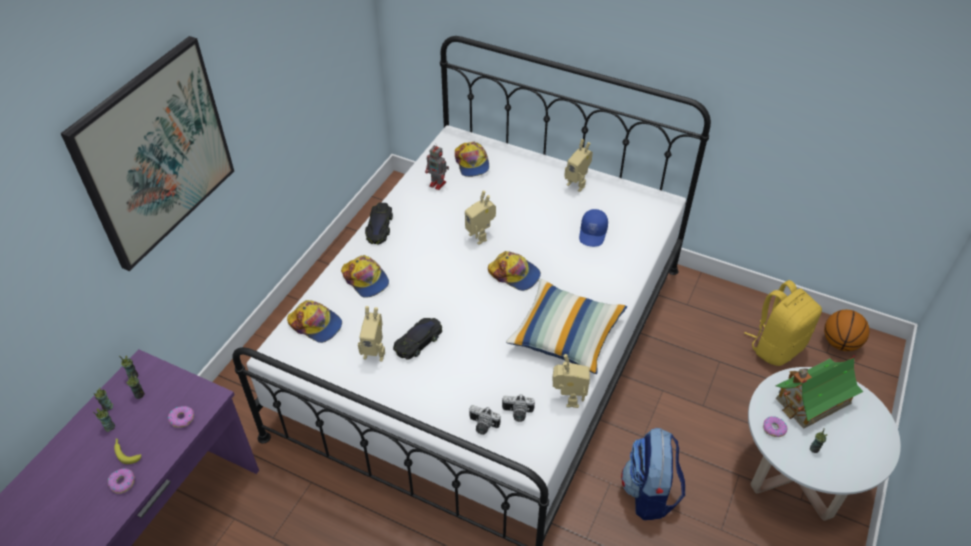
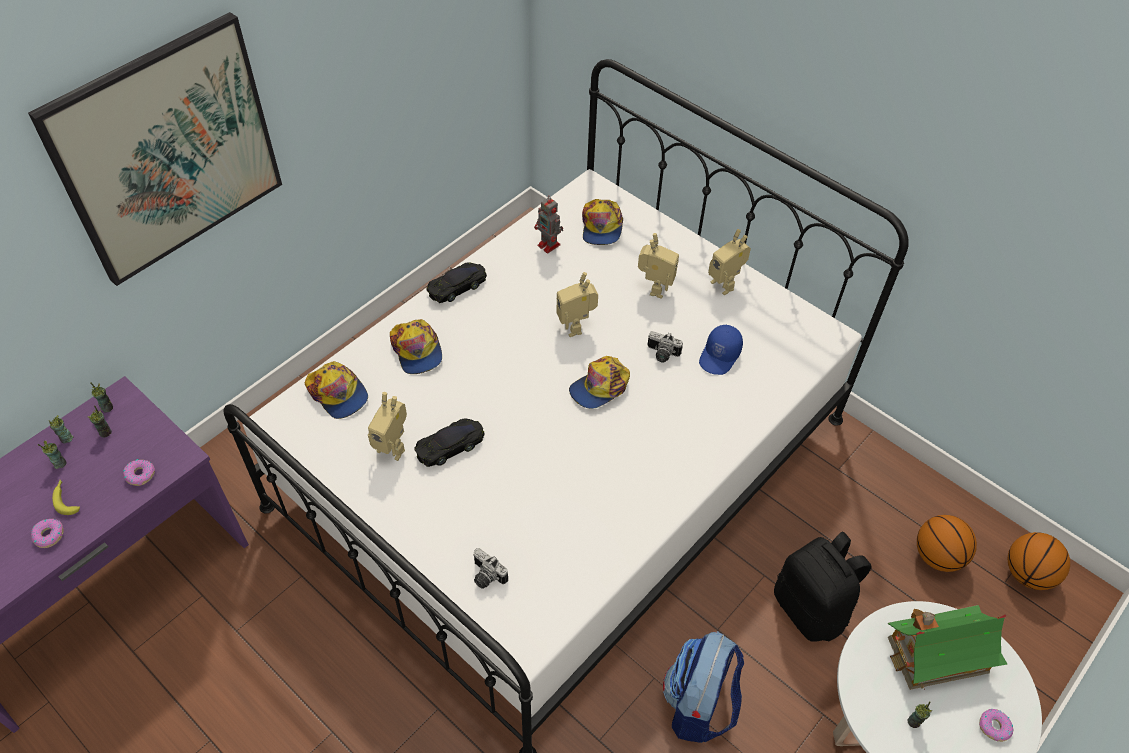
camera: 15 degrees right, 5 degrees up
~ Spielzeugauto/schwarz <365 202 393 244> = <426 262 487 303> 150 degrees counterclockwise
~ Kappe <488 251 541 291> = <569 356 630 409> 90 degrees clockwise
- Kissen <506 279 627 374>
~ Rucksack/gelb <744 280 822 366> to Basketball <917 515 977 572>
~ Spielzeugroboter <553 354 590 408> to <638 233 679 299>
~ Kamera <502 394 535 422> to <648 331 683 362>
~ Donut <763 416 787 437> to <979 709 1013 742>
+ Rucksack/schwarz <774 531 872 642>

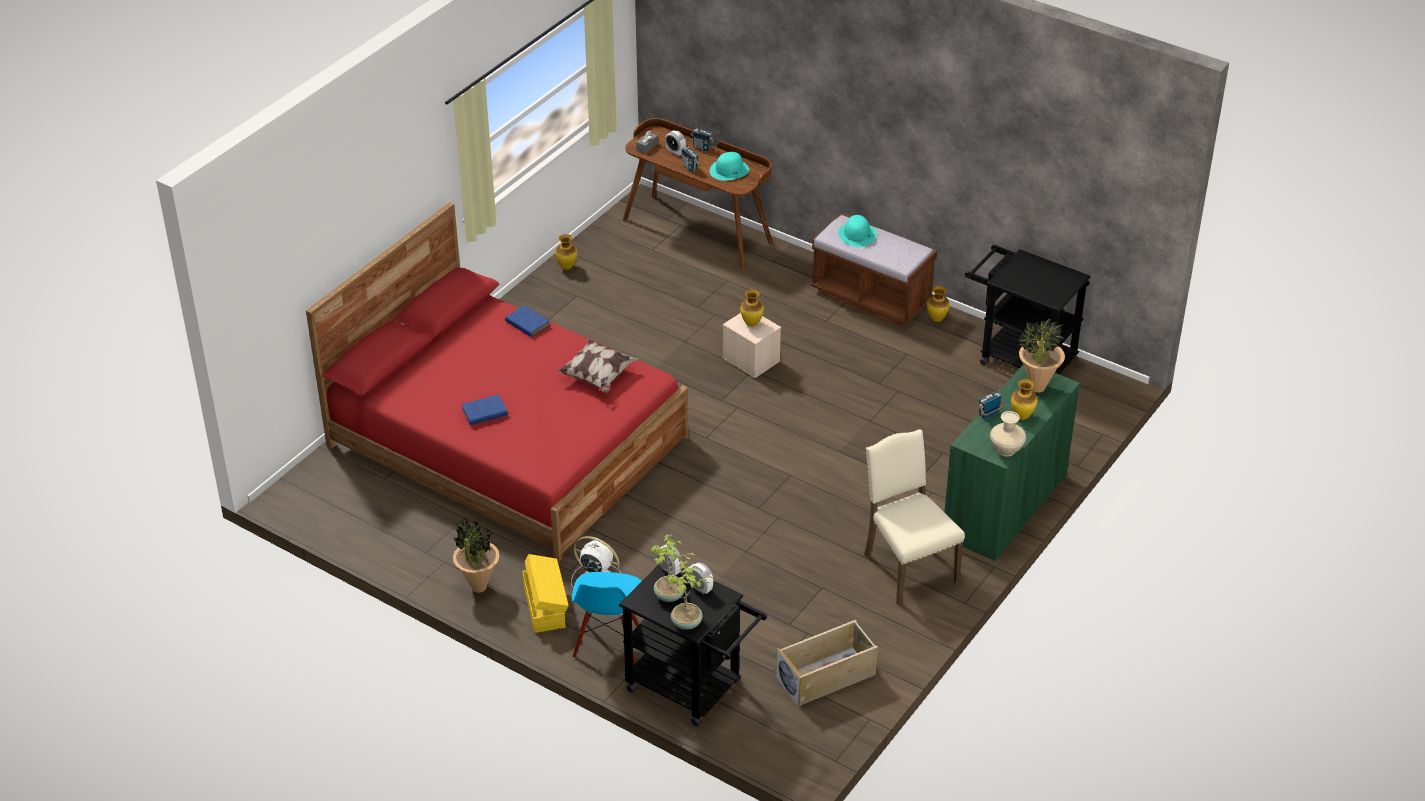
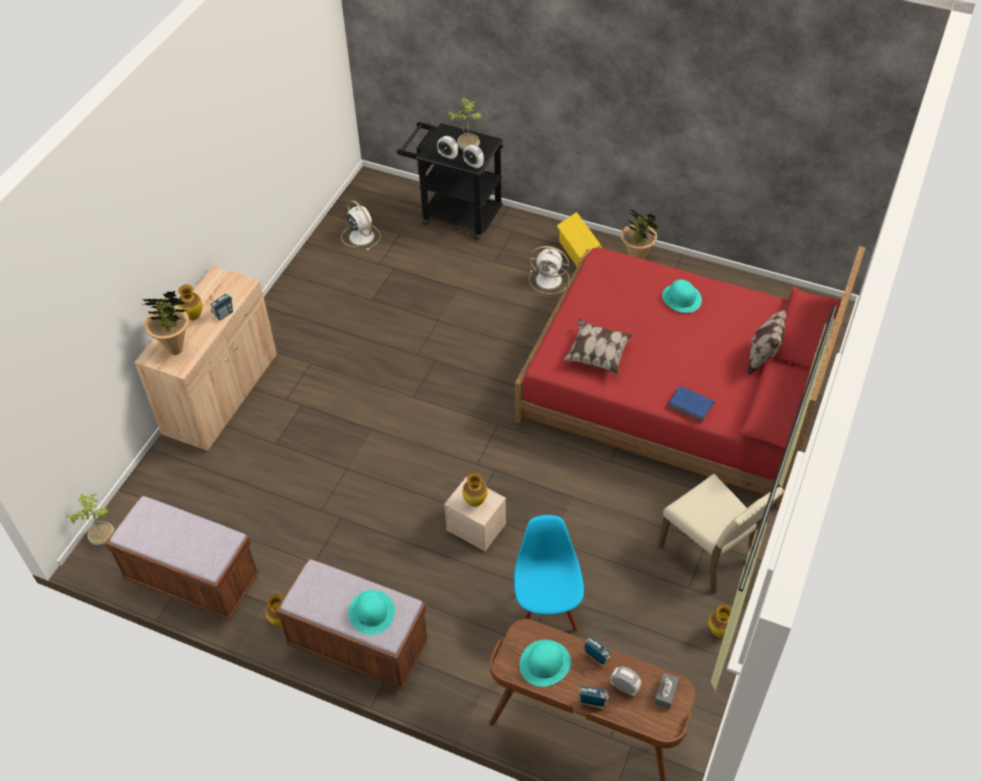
camera: 170 degrees right, 10 degrees up
~ Rollwagen/schwarz <965 245 1091 375> to Bank/braun <105 496 260 620>
~ Schrank/grün <945 364 1080 562> to Schrank/beige <134 266 277 451>
~ Buch/blau <462 394 508 425> to Hut/türkis <662 279 702 313>
- Vase/beige <990 411 1026 456>
~ Stuhl/beige <864 429 965 606> to <658 474 784 594>
~ Topfpflanze <665 561 714 630> to <65 493 115 546>
~ Stuhl/blau <572 572 642 665> to <514 515 584 632>
~ Aufbewahrungsbox/beige <776 620 878 708> to Ventilator/weiß <341 200 381 250>
+ Kissen <748 303 788 375>

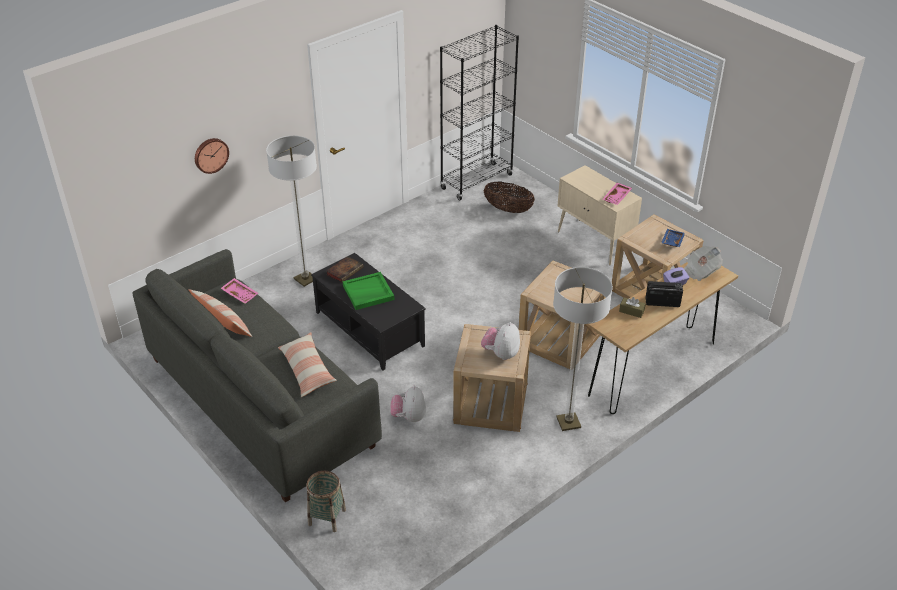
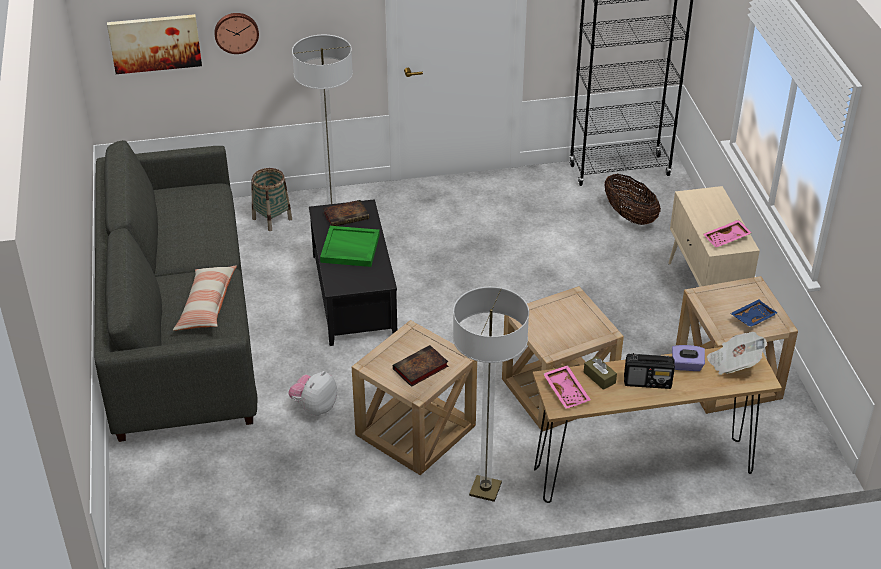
camera: 30 degrees right, 0 degrees up
~ Tablett/rosa <221 278 258 304> to <543 365 591 409>
~ Radio <645 281 683 307> = <624 353 675 389> 150 degrees clockwise
- Kissen <188 289 252 337>
~ Plüschtier <481 322 520 360> to Buch <393 345 448 387>
~ Korb <306 471 346 532> to <252 168 292 231>
+ Bild <107 14 202 74>

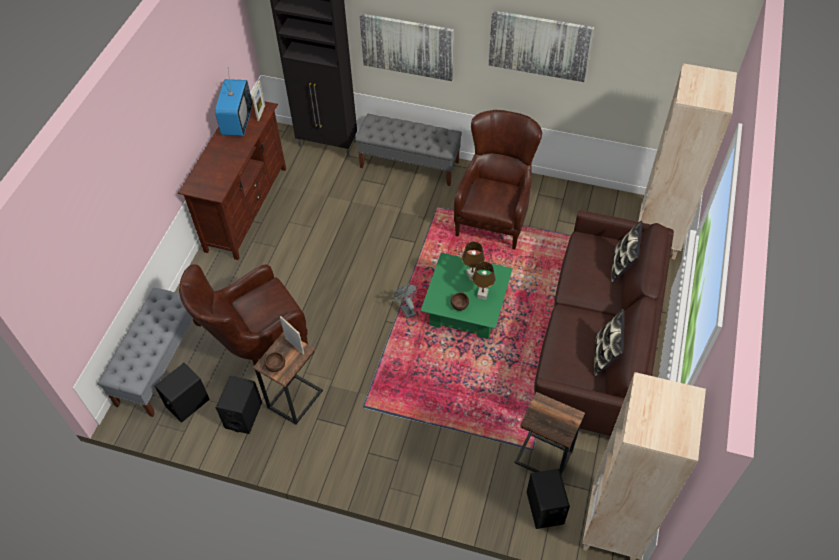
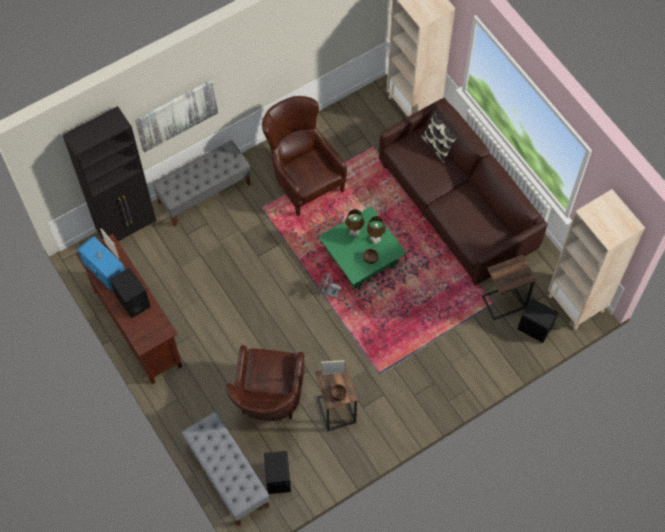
camera: 50 degrees left, 10 degrees up
- Bild <489 10 594 82>
- Kissen <594 309 625 376>
~ Lautsprecher/schwarz <216 376 262 434> to <110 268 150 318>

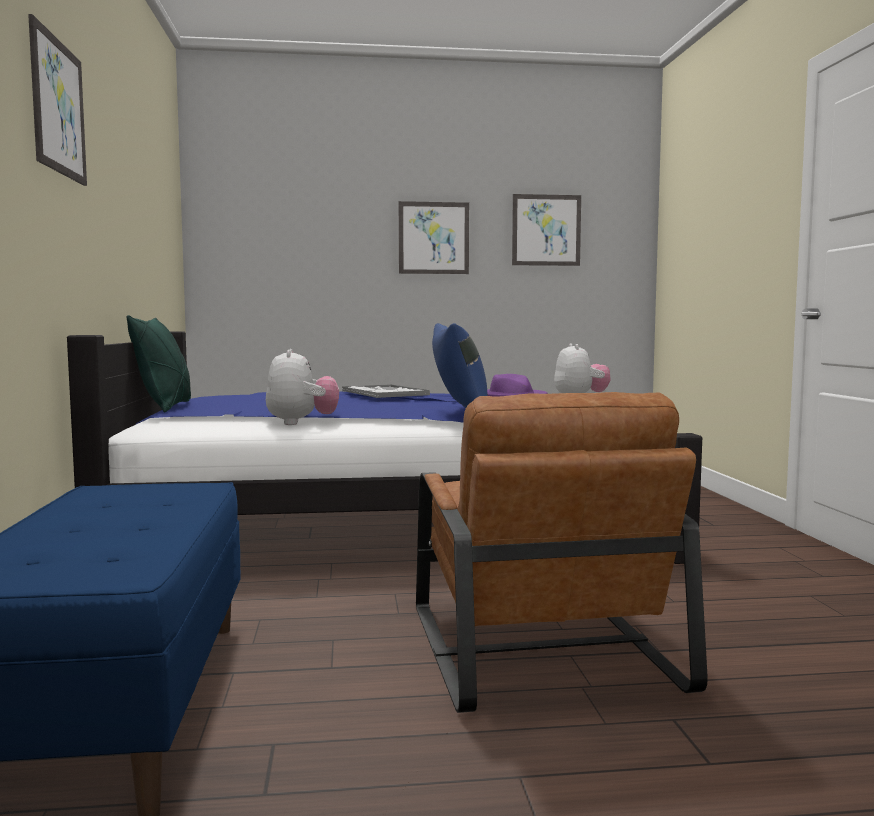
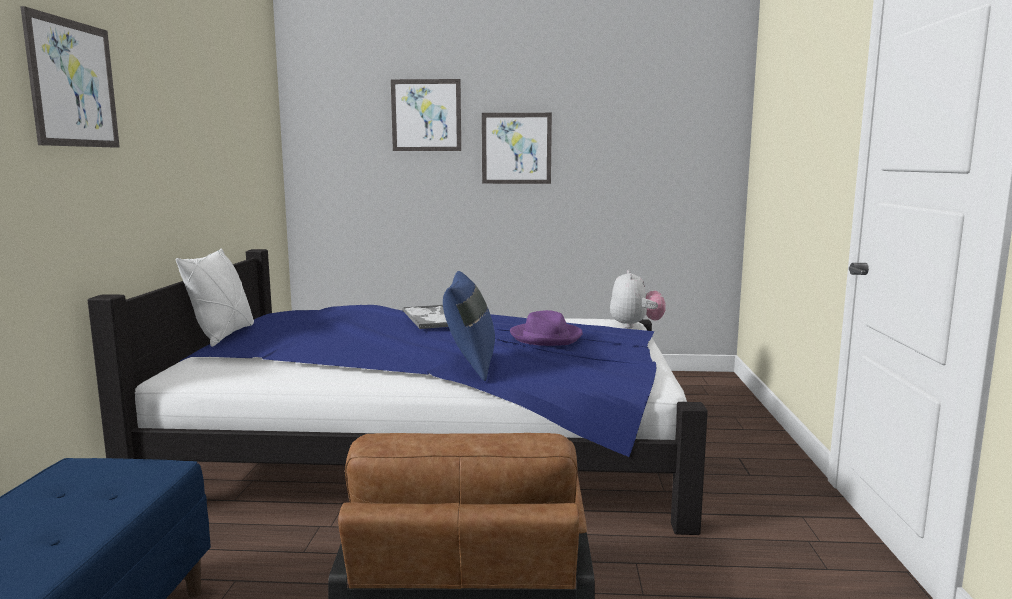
camera: 10 degrees right, 5 degrees up
~ Bild <512 194 581 266> to <391 79 461 151>
~ Kissen/grün <127 315 191 412> to Kissen/weiß <176 248 254 347>
- Plüschtier <266 349 339 425>

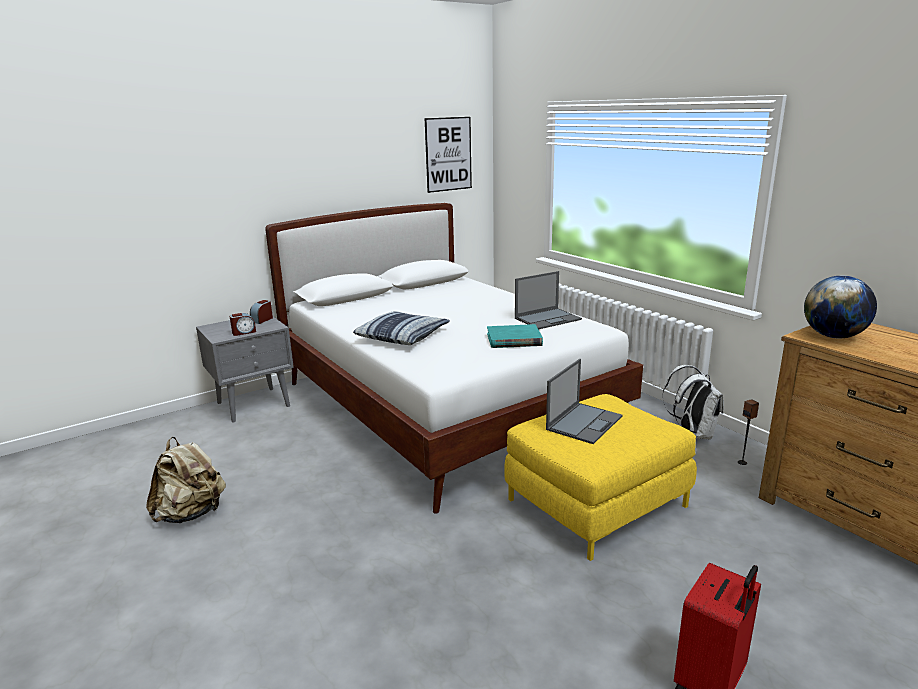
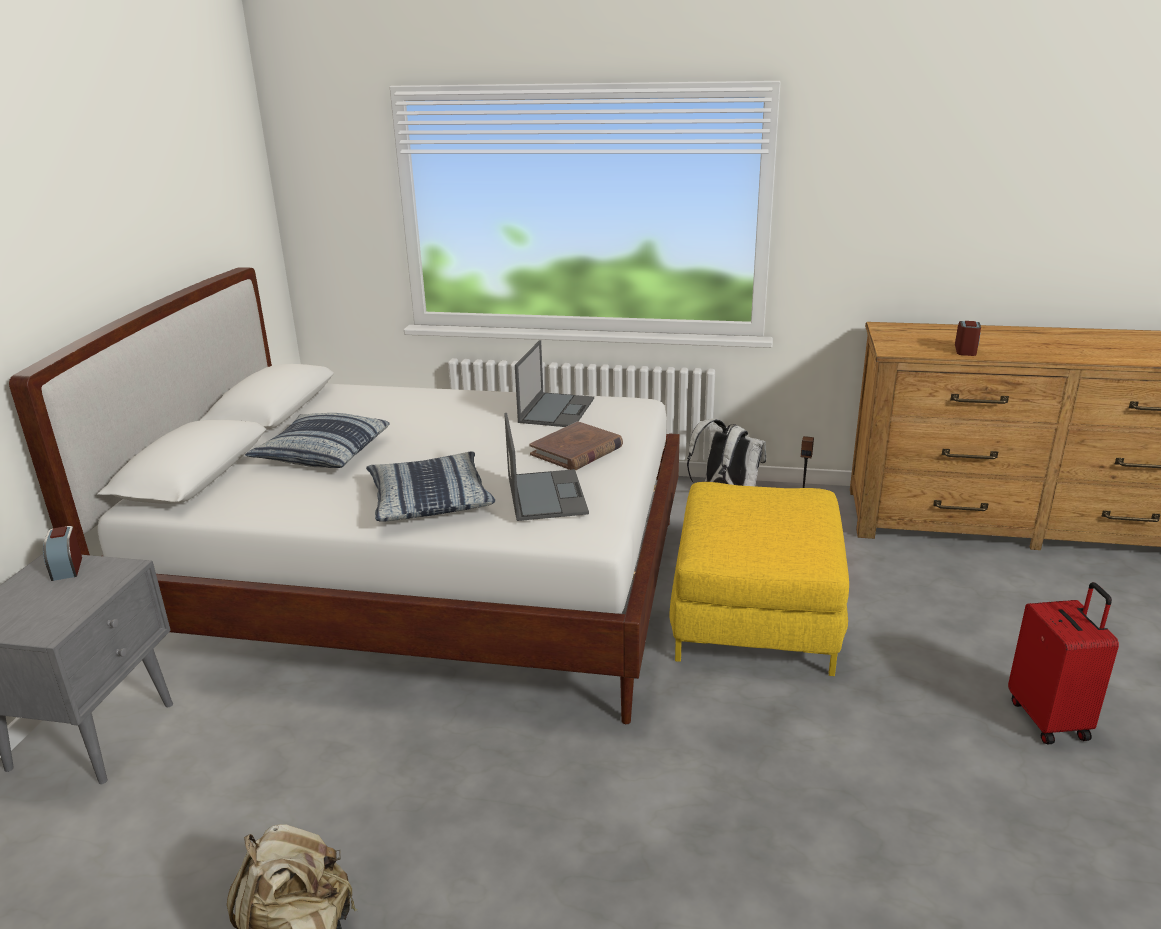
camera: 45 degrees left, 5 degrees up
- Bild <425 117 472 193>
- Globus <804 276 877 338>
~ Wecker <230 313 256 336> to <955 321 981 356>
~ Buch/türkis <487 324 543 348> to Buch/braun <529 421 623 470>
~ Laptop <546 359 622 444> to <504 413 589 521>
+ Kissen <245 413 389 468>

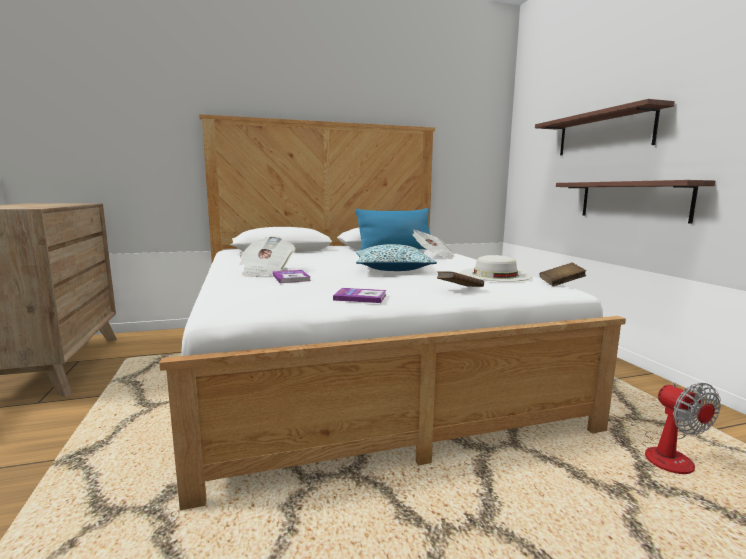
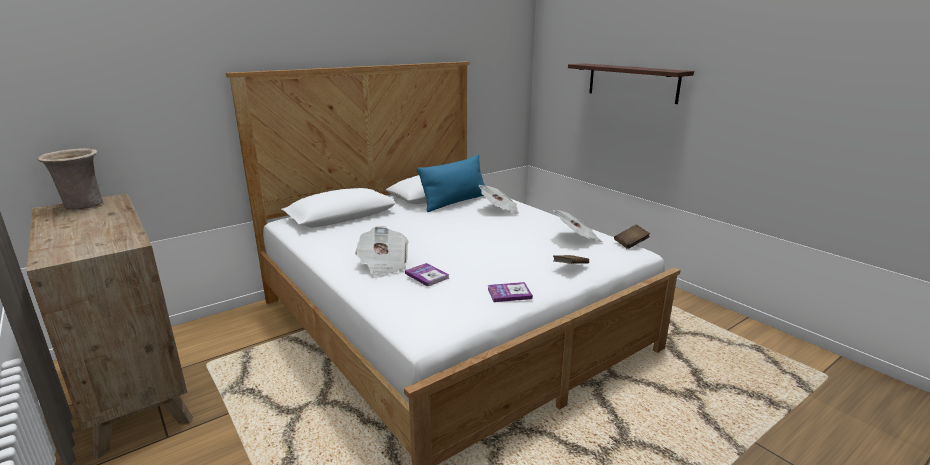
camera: 20 degrees left, 10 degrees up
- Wandregal <556 180 715 224>
- Kissen <356 244 437 271>
~ Hut/weiß <460 255 532 282> to Zeitung <553 210 602 242>
- Ventilator <642 382 721 474>
+ Vase/beige <37 148 103 210>

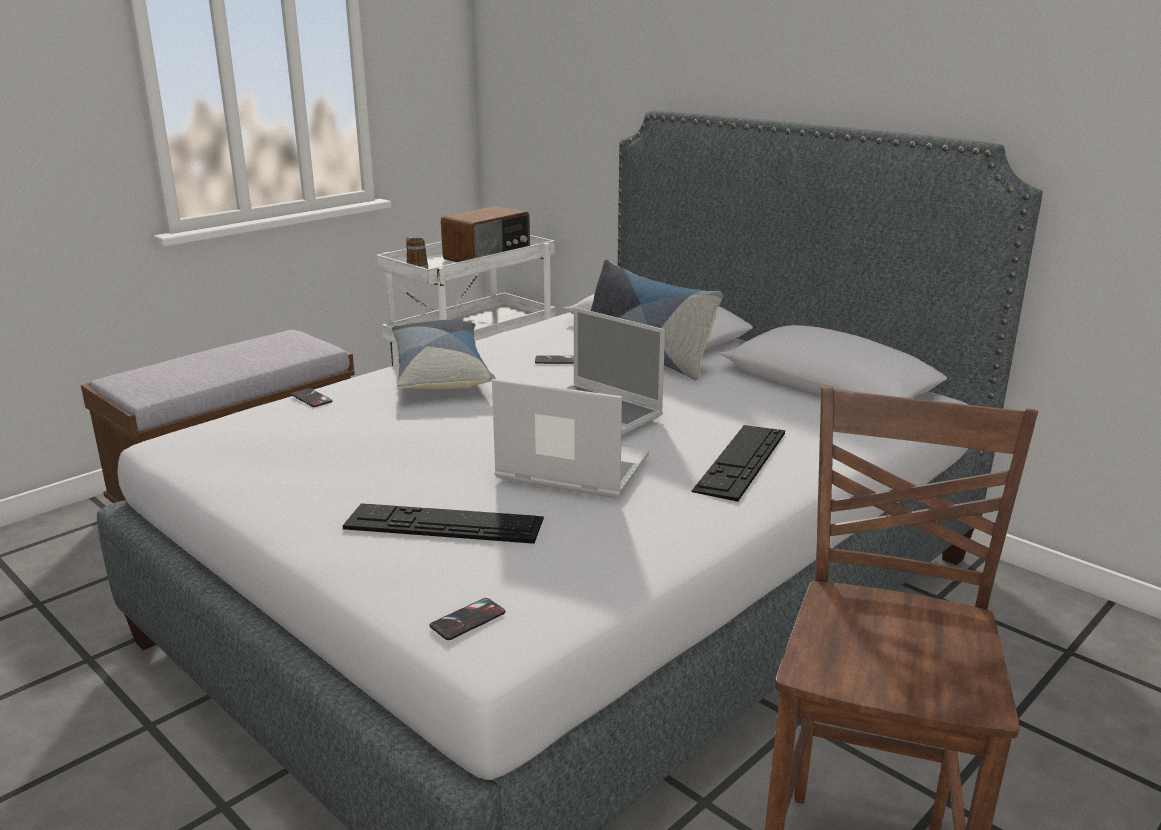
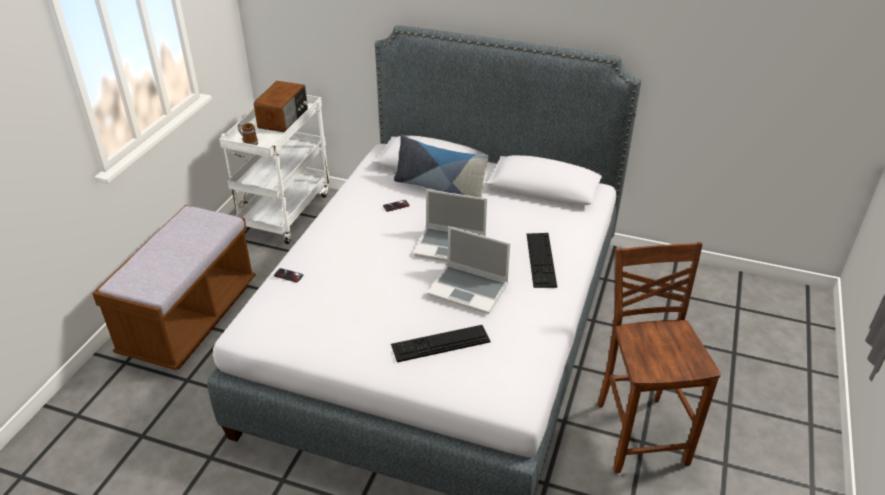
camera: 25 degrees left, 15 degrees up
- Kissen <392 320 496 389>
~ Laptop <492 379 649 498> = <427 226 510 314> 150 degrees counterclockwise
- Handy <429 598 505 640>

